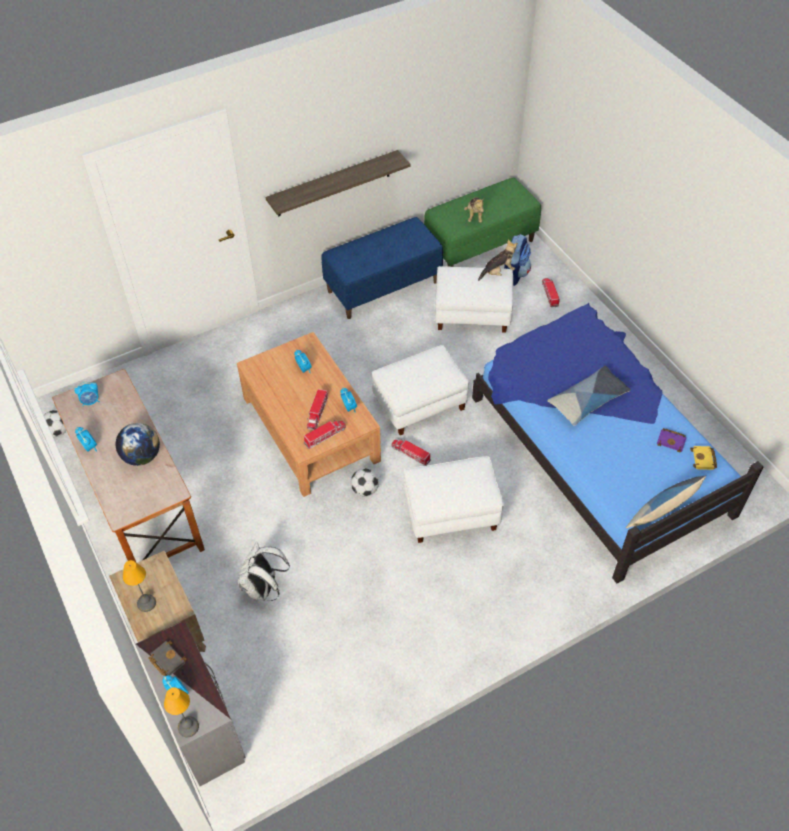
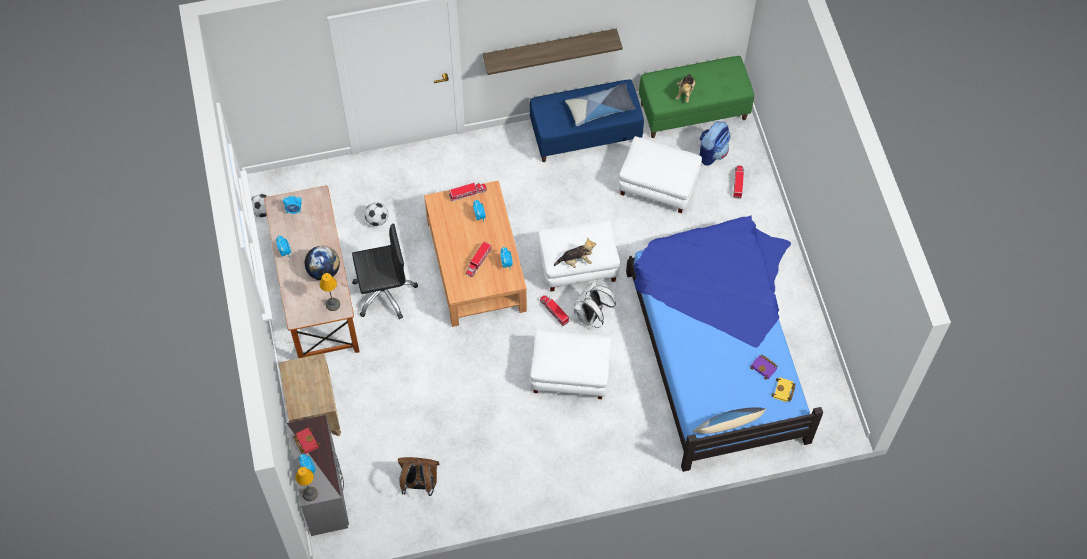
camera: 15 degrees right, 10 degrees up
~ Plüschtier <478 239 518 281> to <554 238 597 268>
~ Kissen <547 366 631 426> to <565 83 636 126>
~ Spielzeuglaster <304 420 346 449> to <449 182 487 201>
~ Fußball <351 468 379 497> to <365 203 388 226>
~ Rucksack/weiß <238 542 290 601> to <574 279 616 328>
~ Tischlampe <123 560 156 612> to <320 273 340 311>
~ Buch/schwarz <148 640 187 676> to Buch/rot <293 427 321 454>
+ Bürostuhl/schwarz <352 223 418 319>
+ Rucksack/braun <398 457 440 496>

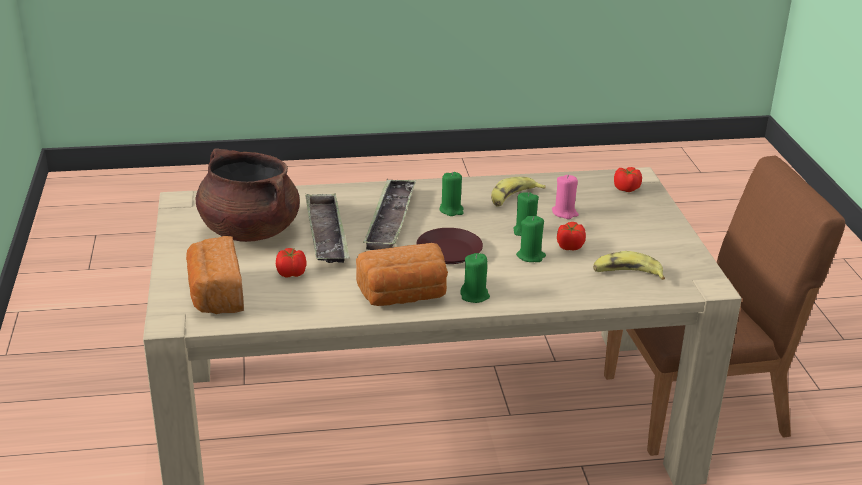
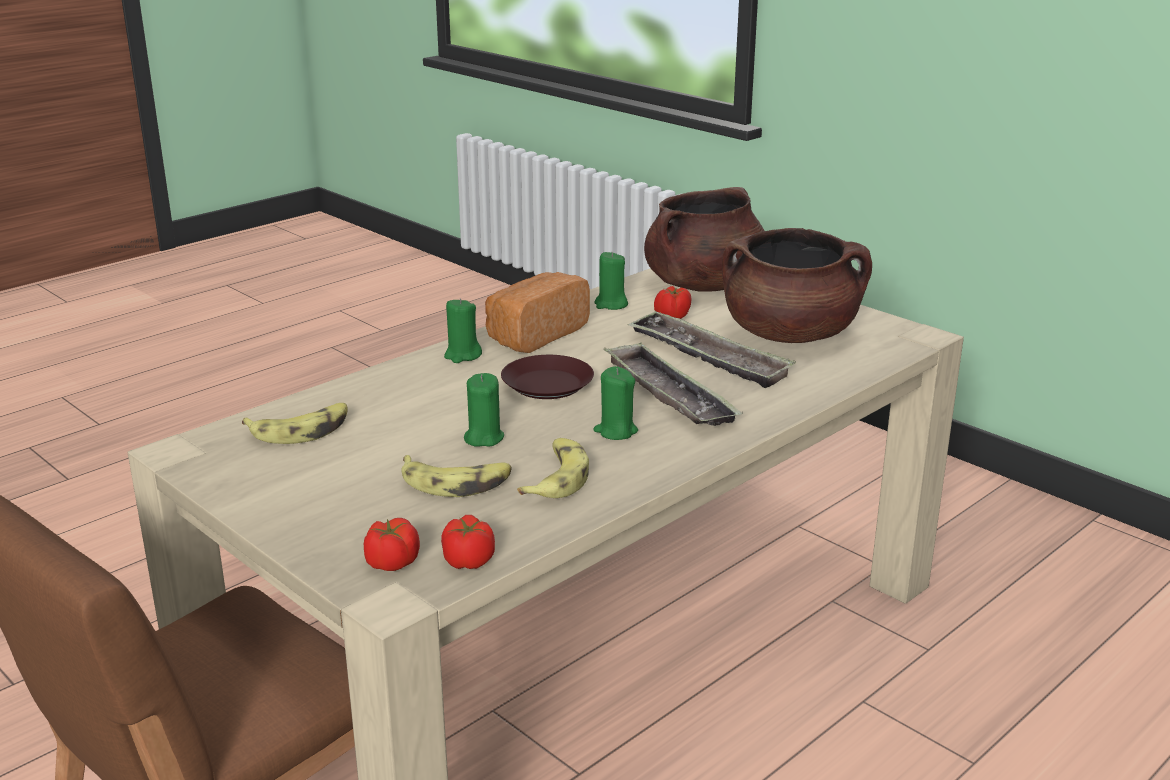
camera: 145 degrees right, 5 degrees down
~ Kerze/rosa <552 175 579 219> to Banane <401 455 512 497>
~ Kerze/grün <516 216 546 262> to <594 252 628 310>
~ Tomate <557 222 586 251> to <441 515 495 569>
~ Brot <186 236 244 314> to Kochtopf/braun <644 187 764 292>

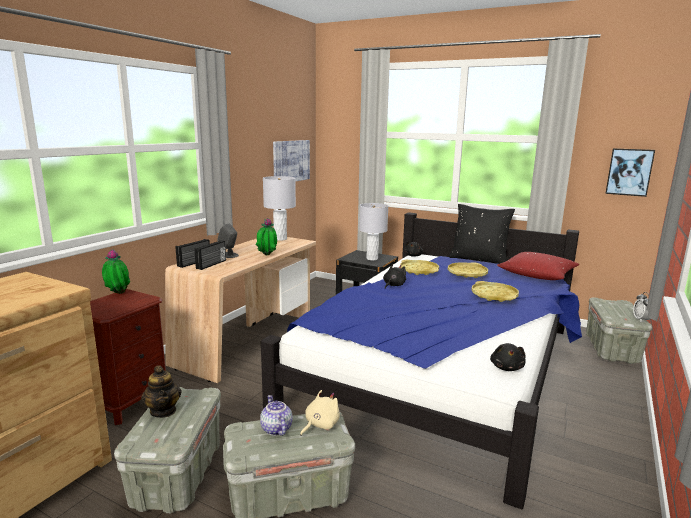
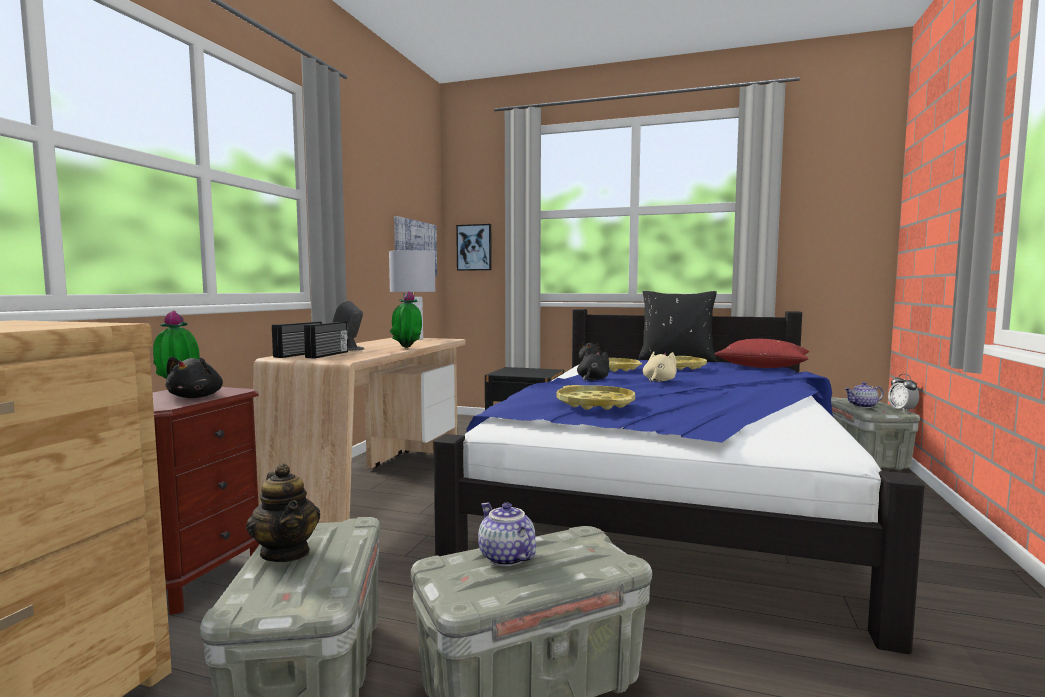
camera: 10 degrees left, 10 degrees down
~ Bild <605 148 655 197> to <456 224 492 271>
- Tischlampe/grau <359 203 388 260>
~ Tablett/gelb <471 281 519 302> to <557 385 635 410>
~ Plüschtier/schwarz <490 343 526 371> to <165 357 223 398>
~ Plüschtier/beige <300 390 340 436> to <643 352 677 382>
+ Teekanne <845 382 884 408>

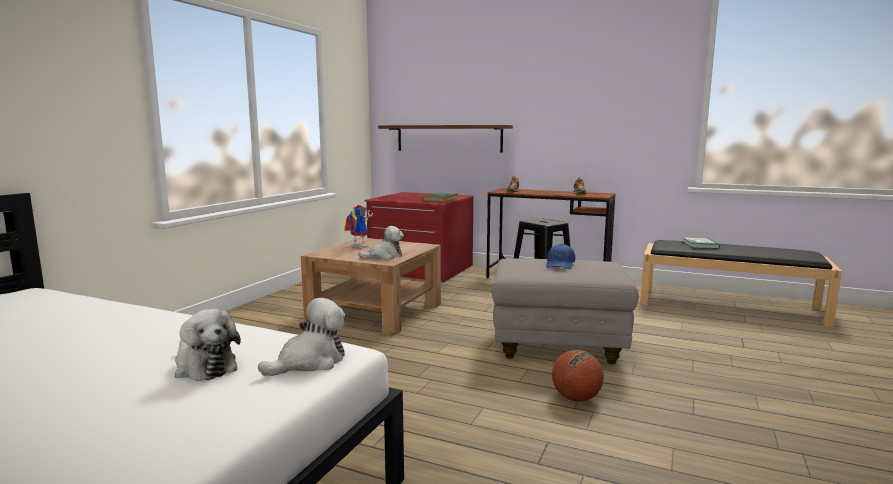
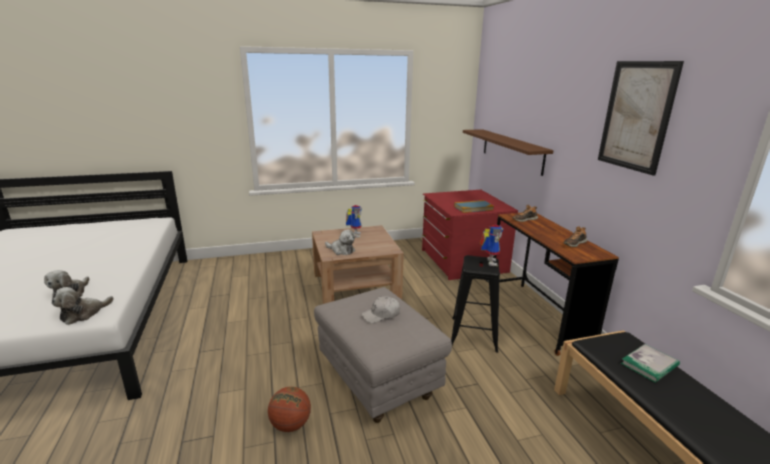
camera: 50 degrees right, 10 degrees up
~ Kappe/blau <546 244 575 269> to Kappe/weiß <362 296 400 323>
~ Plüschtier <258 298 345 376> = <51 287 114 325> 120 degrees clockwise
+ Bild <598 61 684 176>
+ Spielzeugroboter <480 224 503 266>

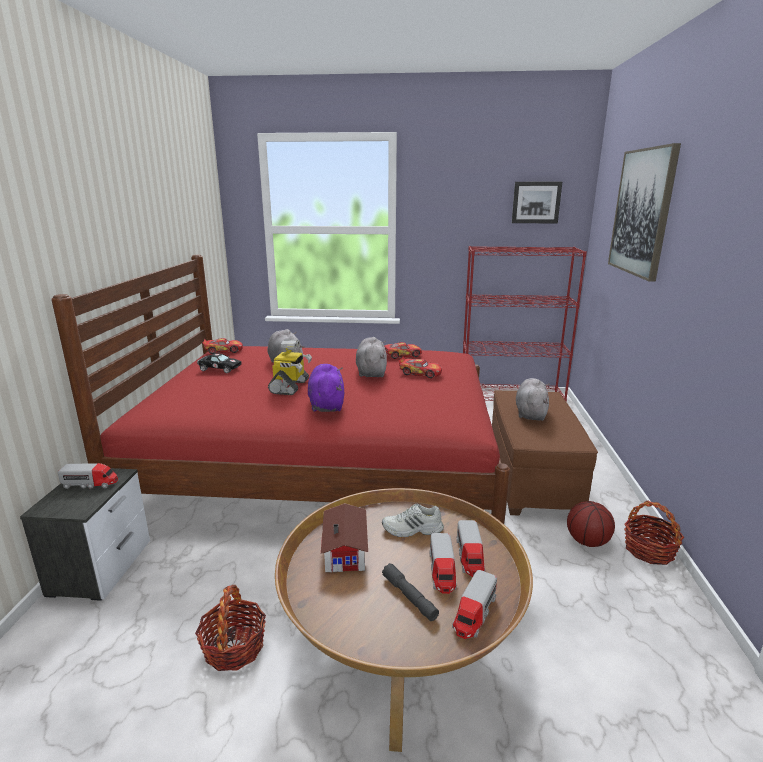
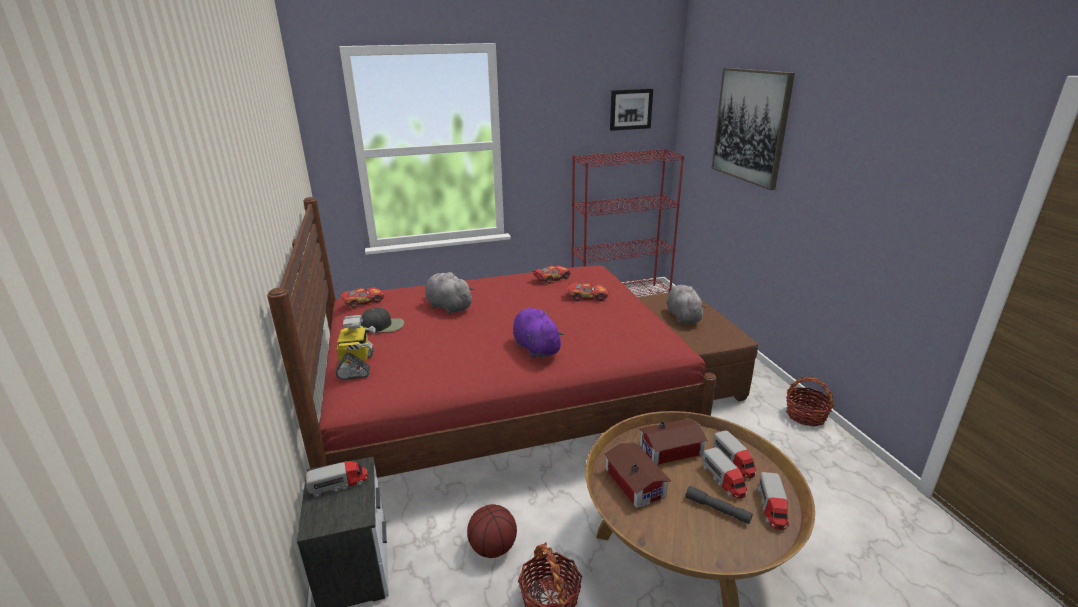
camera: 20 degrees left, 5 degrees up
- Plüschtier/grau <356 337 387 377>
~ Spielzeugroboter <268 339 312 395> to <336 315 376 380>
~ Spielzeugauto/schwarz <197 353 242 373> to Kappe/schwarz <361 308 404 333>
~ Basketball <567 501 615 547> to <467 504 517 558>
~ Schuh/weiß <382 504 444 537> to Spielzeughaus <639 418 708 465>

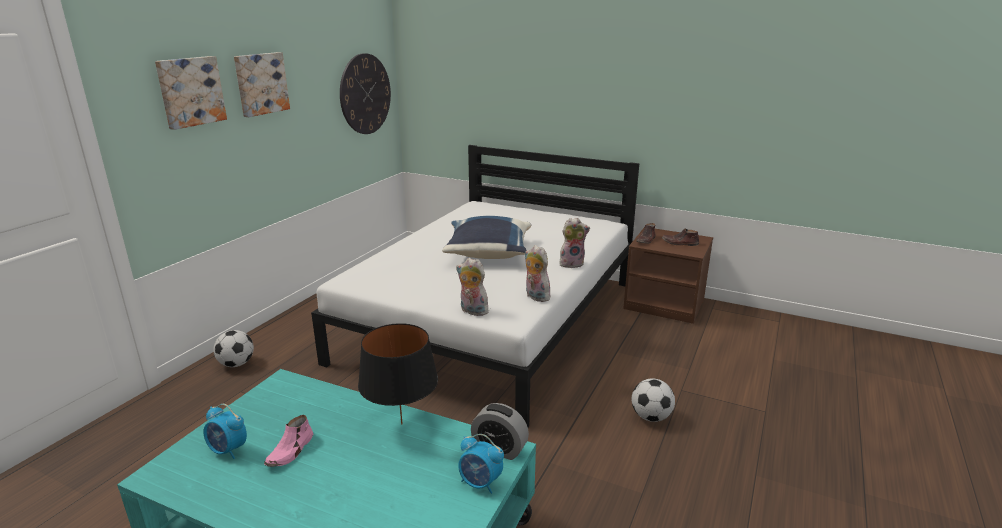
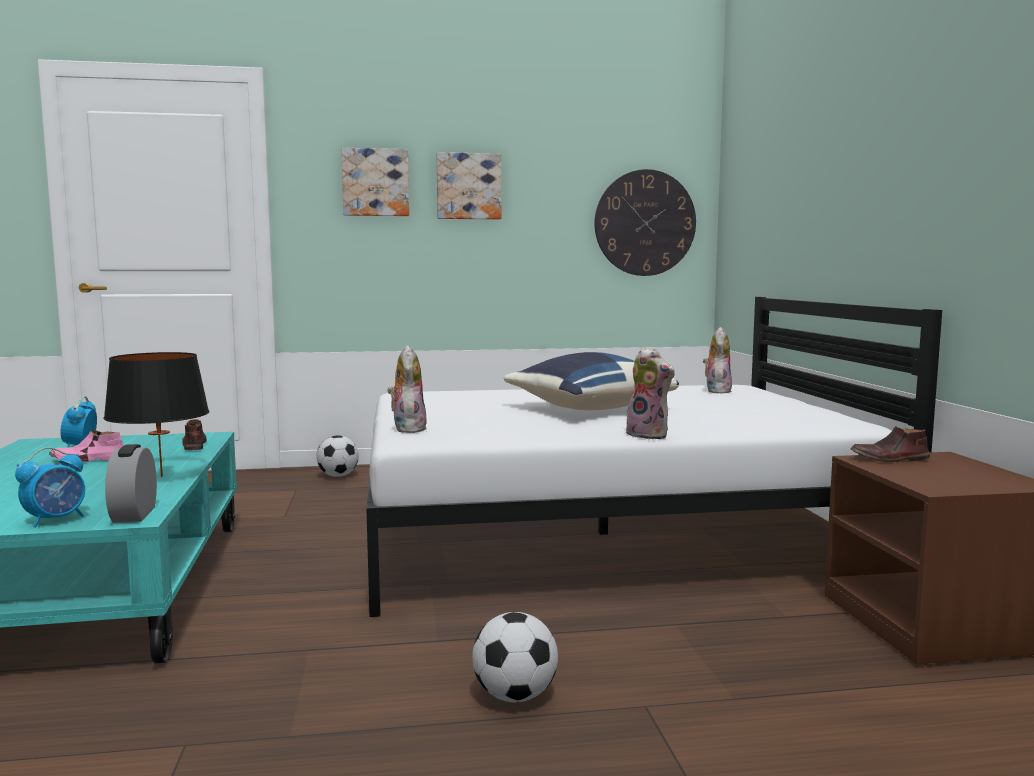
camera: 55 degrees right, 15 degrees down
~ Schuh/braun <662 228 699 246> to <182 419 207 450>
~ Plüschtier <525 245 553 302> to <703 327 732 394>
~ Wecker <458 434 504 494> = <15 447 85 528> 135 degrees counterclockwise

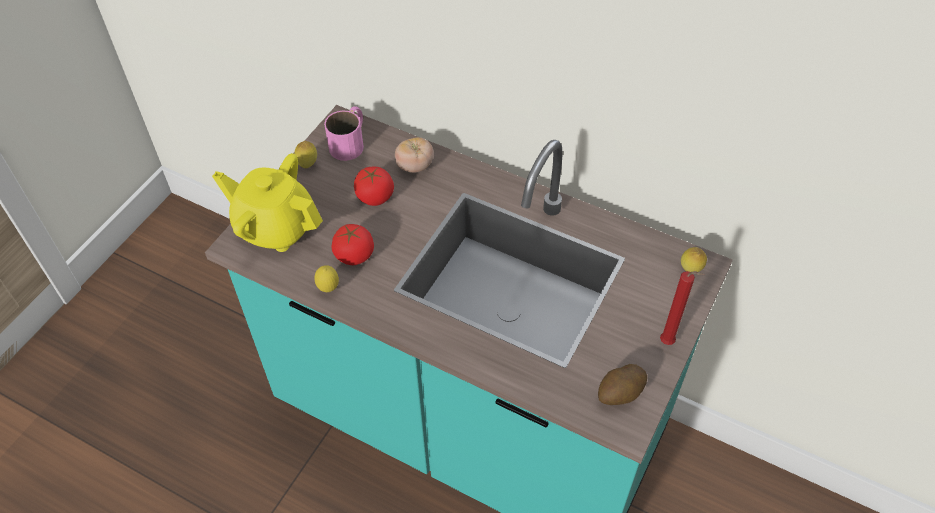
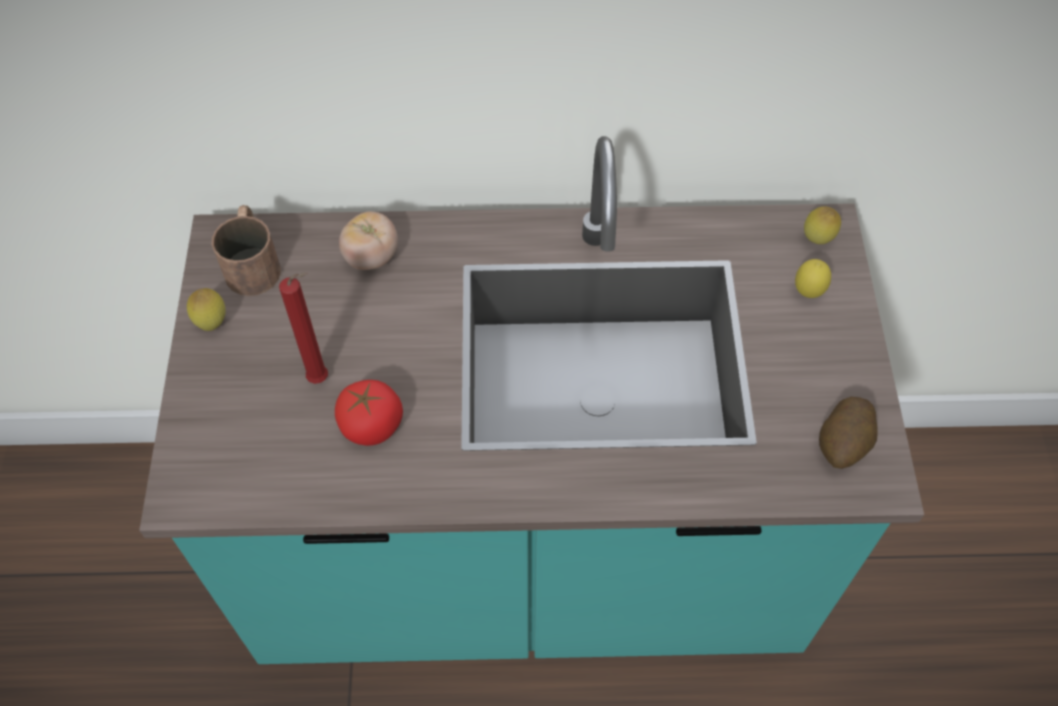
camera: 30 degrees left, 5 degrees up
~ Henkelbecher/rosa <324 107 364 161> to Henkelbecher/braun <212 205 281 296>
- Teekanne/gelb <212 153 323 252>
- Tomate <354 167 394 206>
~ Zitrone <314 265 339 292> to <795 259 831 298>
~ Kerze/rot <660 271 704 345> to <279 273 328 384>

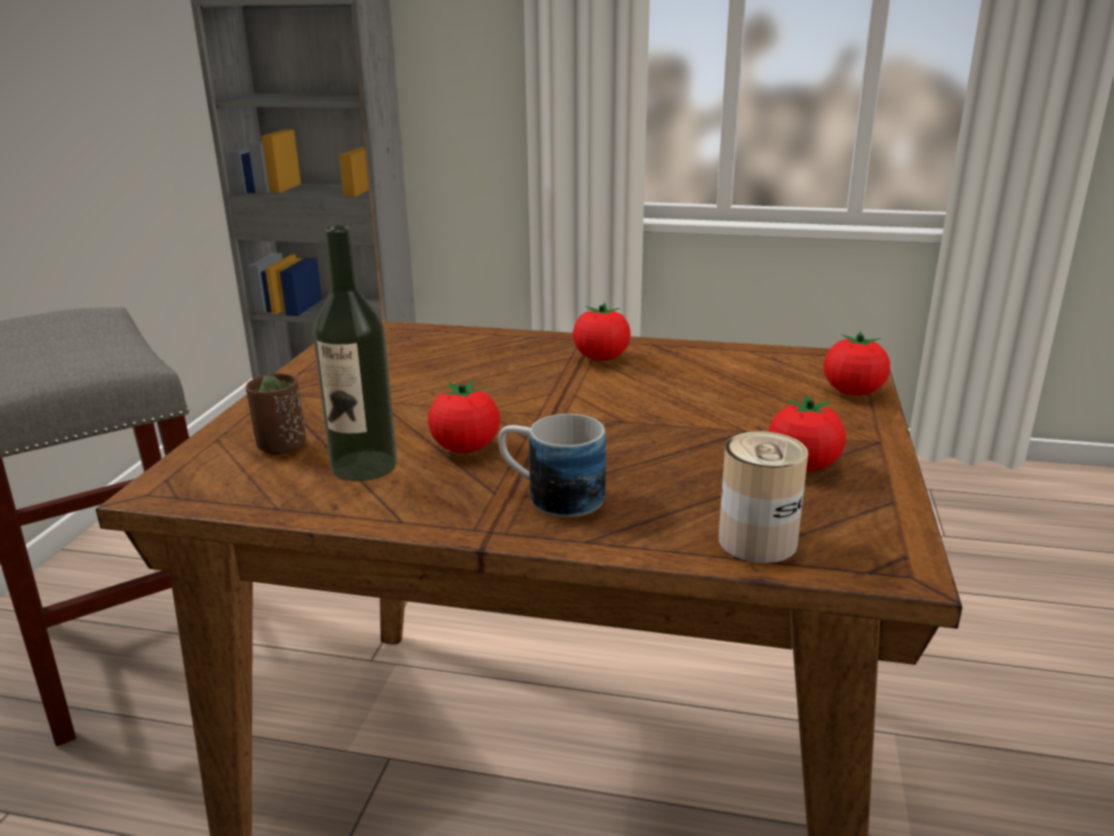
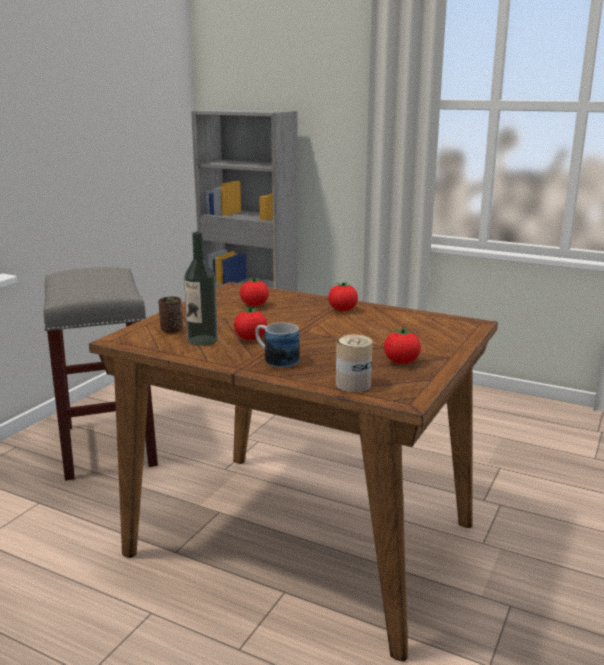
camera: 15 degrees right, 5 degrees down
~ Tomate <824 331 890 396> to <240 278 269 306>

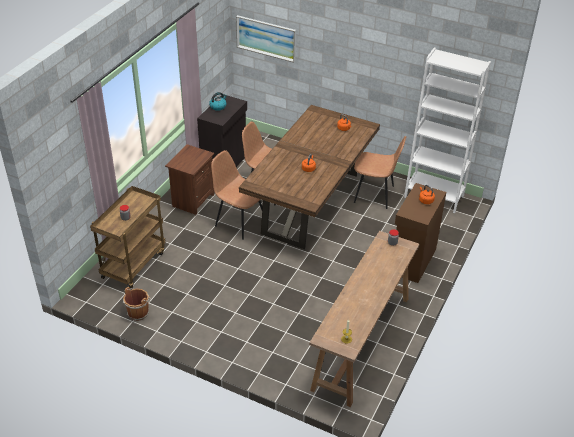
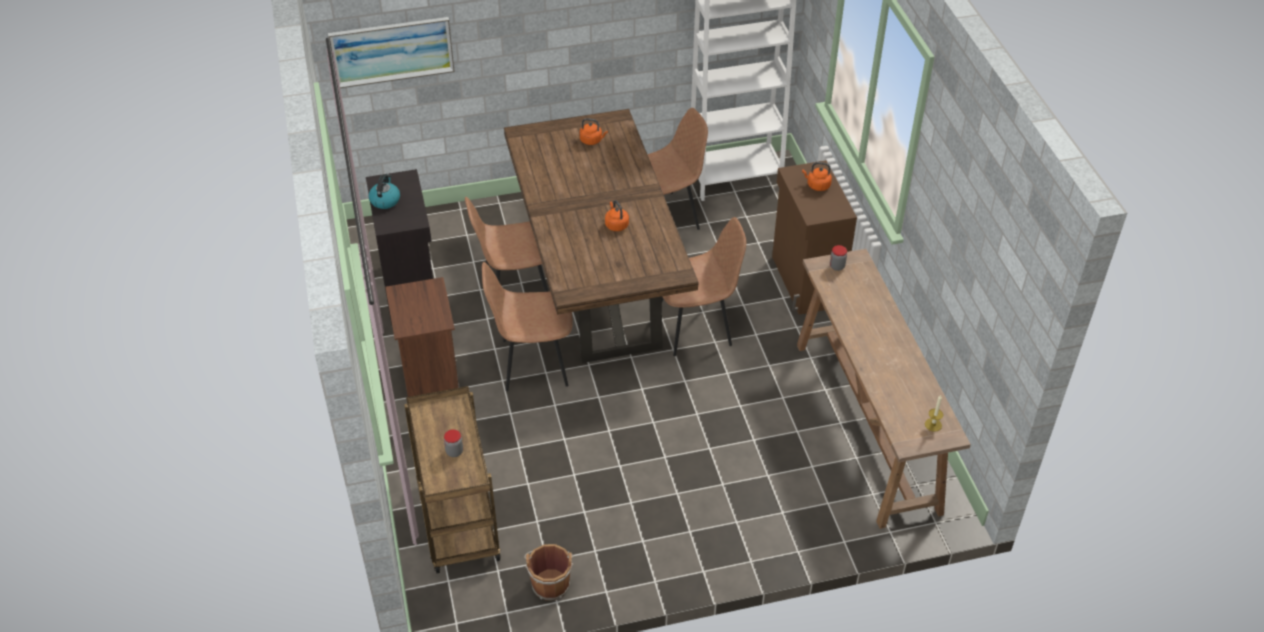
camera: 40 degrees left, 5 degrees up
+ Stuhl/braun <662 217 746 356>

